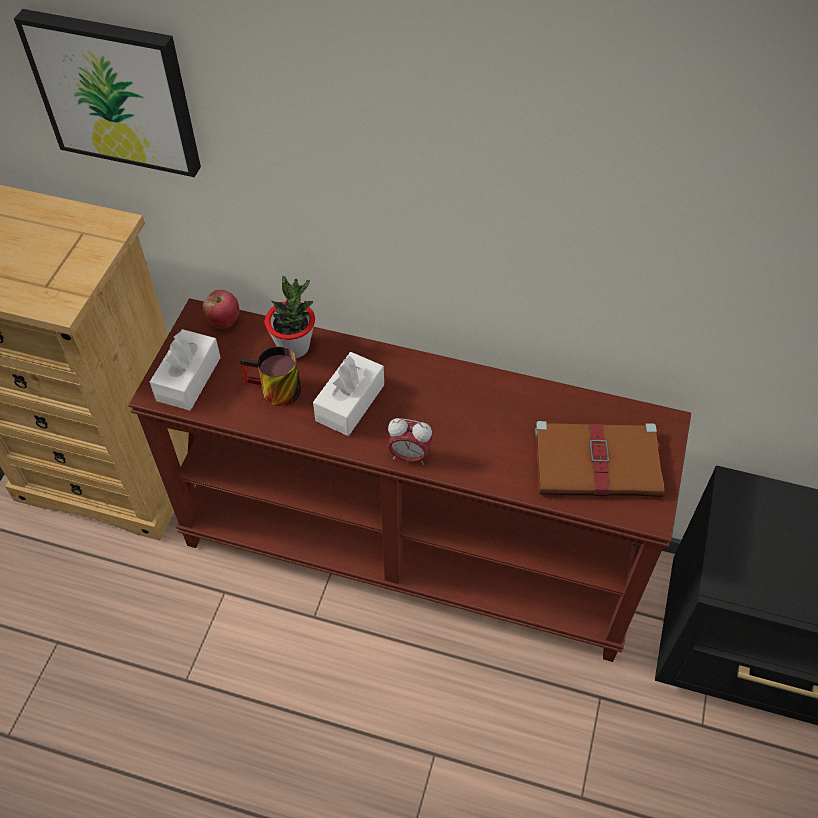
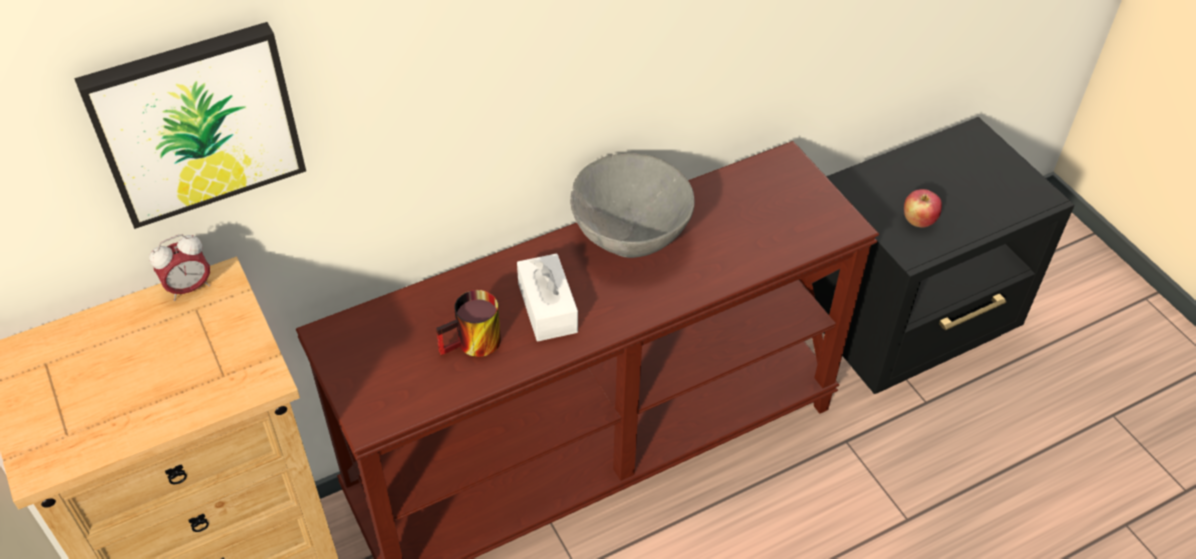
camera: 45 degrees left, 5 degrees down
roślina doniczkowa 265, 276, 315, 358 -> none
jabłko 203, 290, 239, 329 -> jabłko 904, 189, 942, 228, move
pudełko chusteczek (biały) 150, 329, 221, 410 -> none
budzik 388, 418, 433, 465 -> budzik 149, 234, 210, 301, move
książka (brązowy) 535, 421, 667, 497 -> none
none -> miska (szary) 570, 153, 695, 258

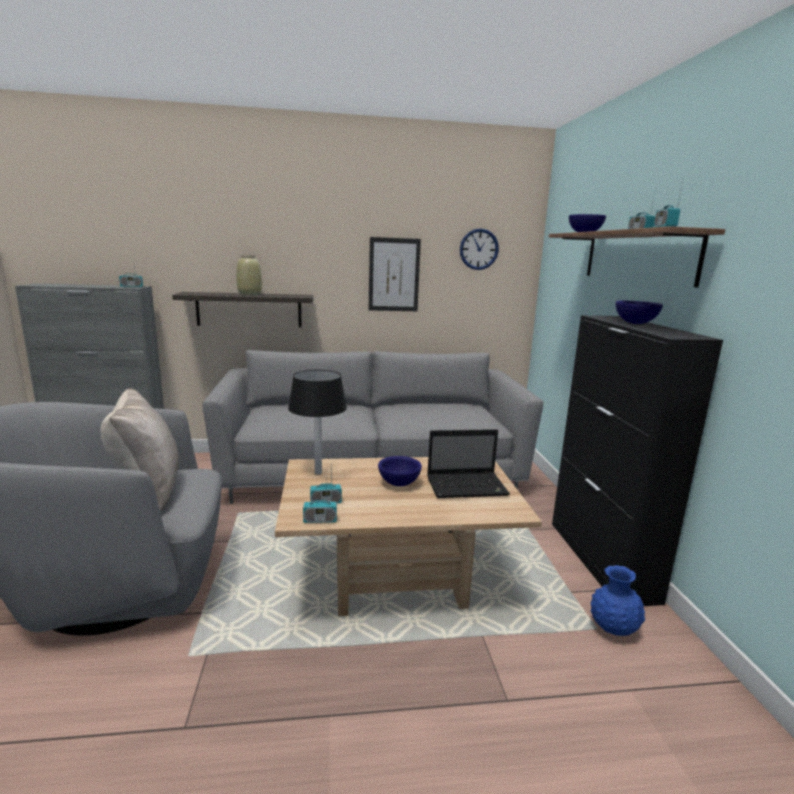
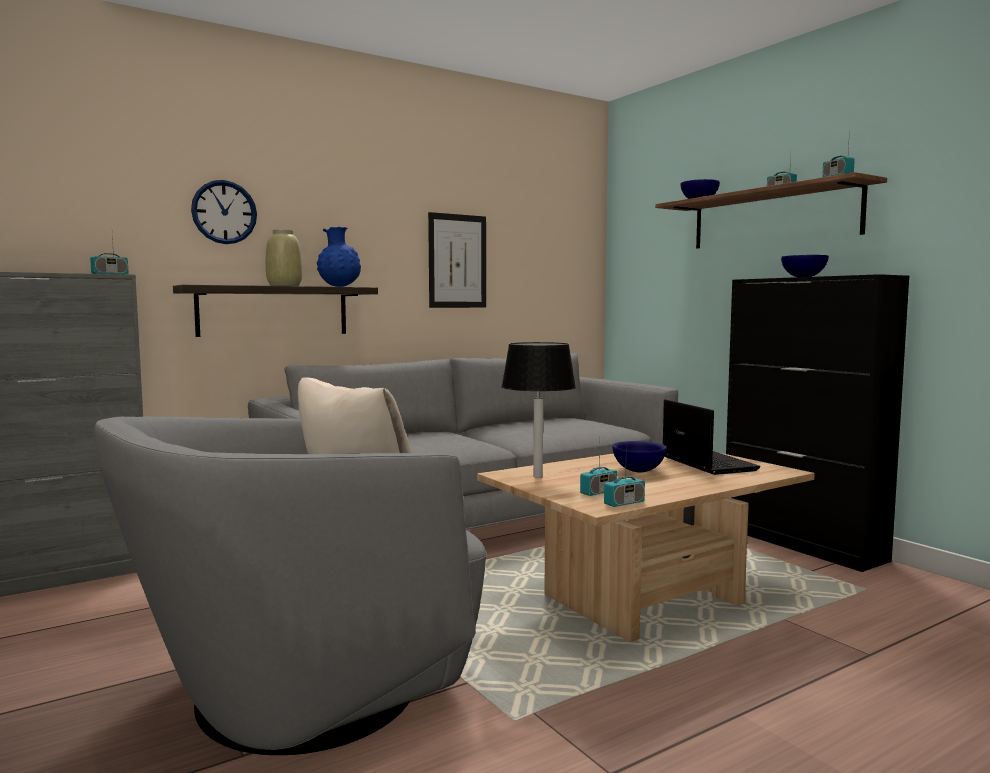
camera: 25 degrees left, 10 degrees down
zegar ścienny 460, 228, 499, 270 -> zegar ścienny 191, 180, 257, 244, move
laptop 427, 429, 510, 498 -> laptop 663, 399, 760, 475, 75 degrees counterclockwise
wazon (niebieski) 591, 565, 645, 636 -> wazon (niebieski) 317, 227, 361, 287, move

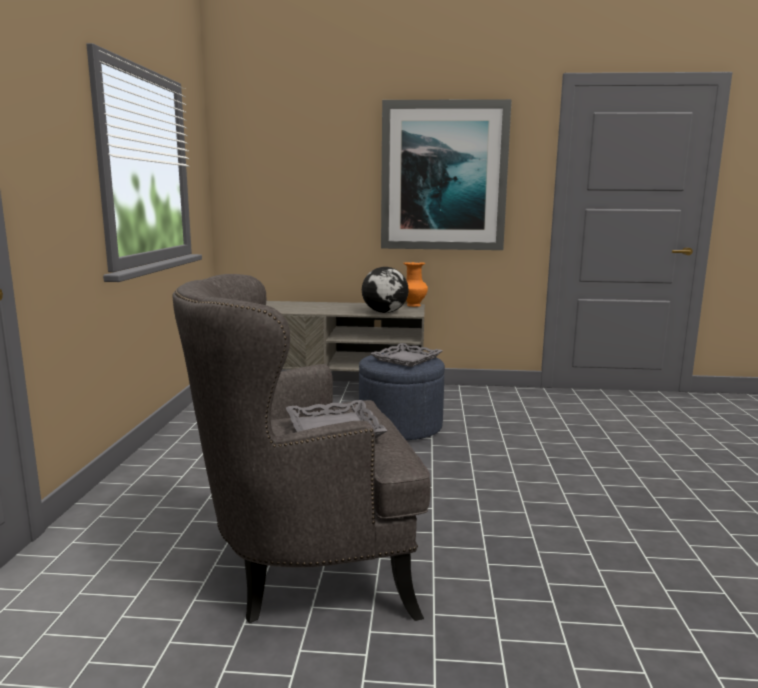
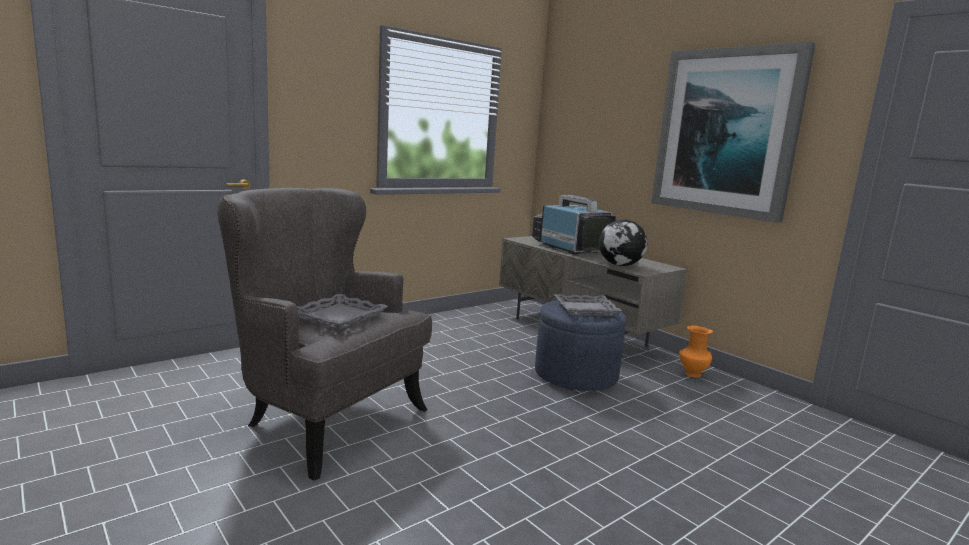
camera: 45 degrees right, 0 degrees up
wazon (pomarańczowy) 403, 262, 428, 307 -> wazon (pomarańczowy) 679, 325, 713, 378, move
none -> telewizor 532, 195, 616, 254

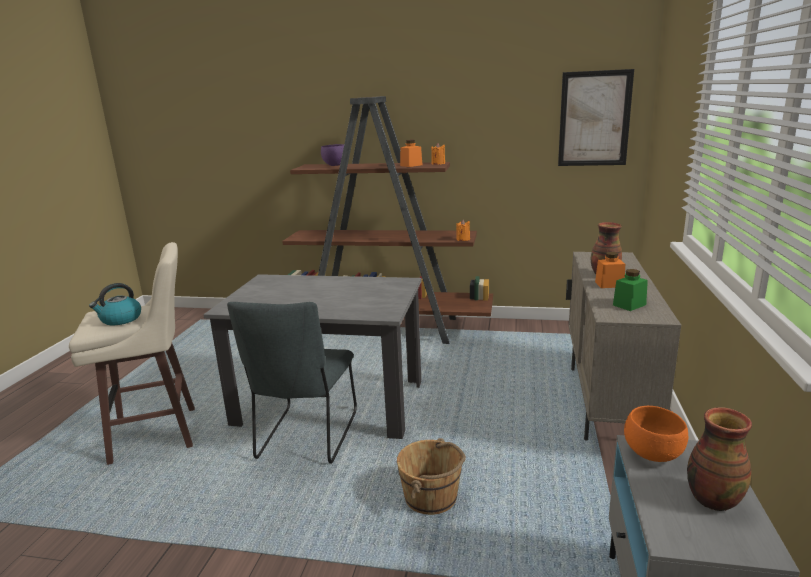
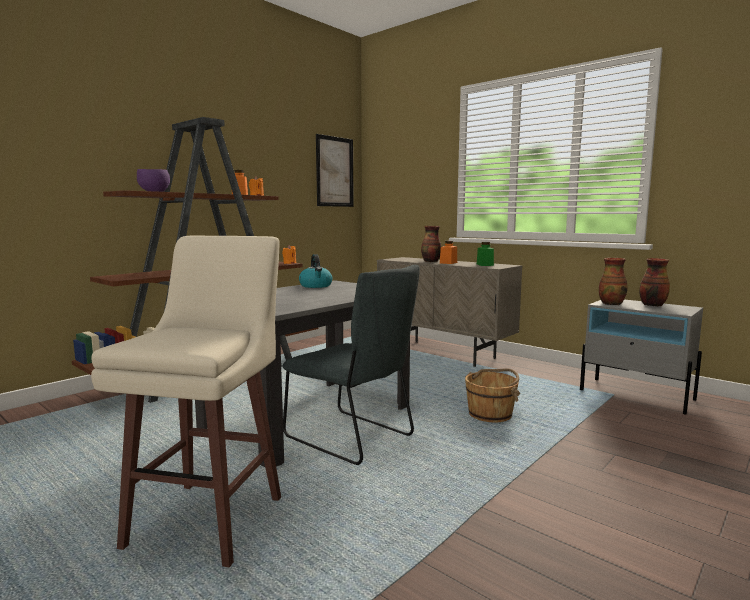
camera: 60 degrees left, 10 degrees down
czajnik 89, 283, 141, 325 -> czajnik 299, 254, 333, 288, move
miska (pomarańczowy) 624, 406, 688, 462 -> wazon 599, 258, 628, 305

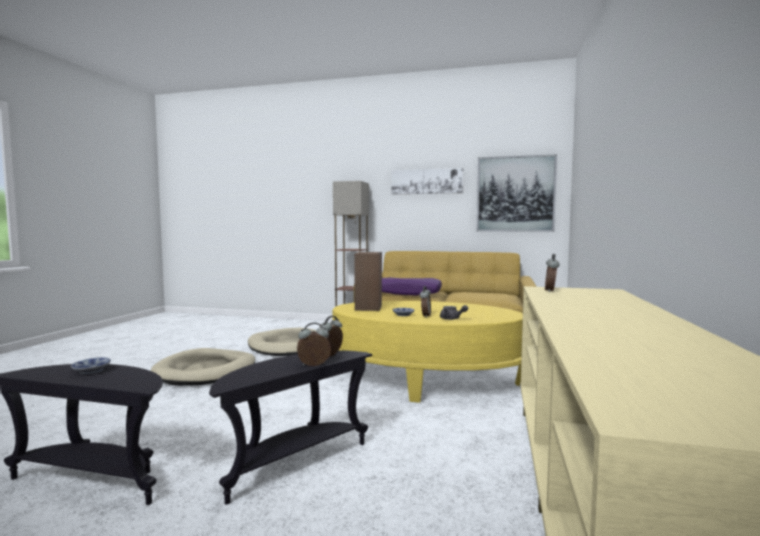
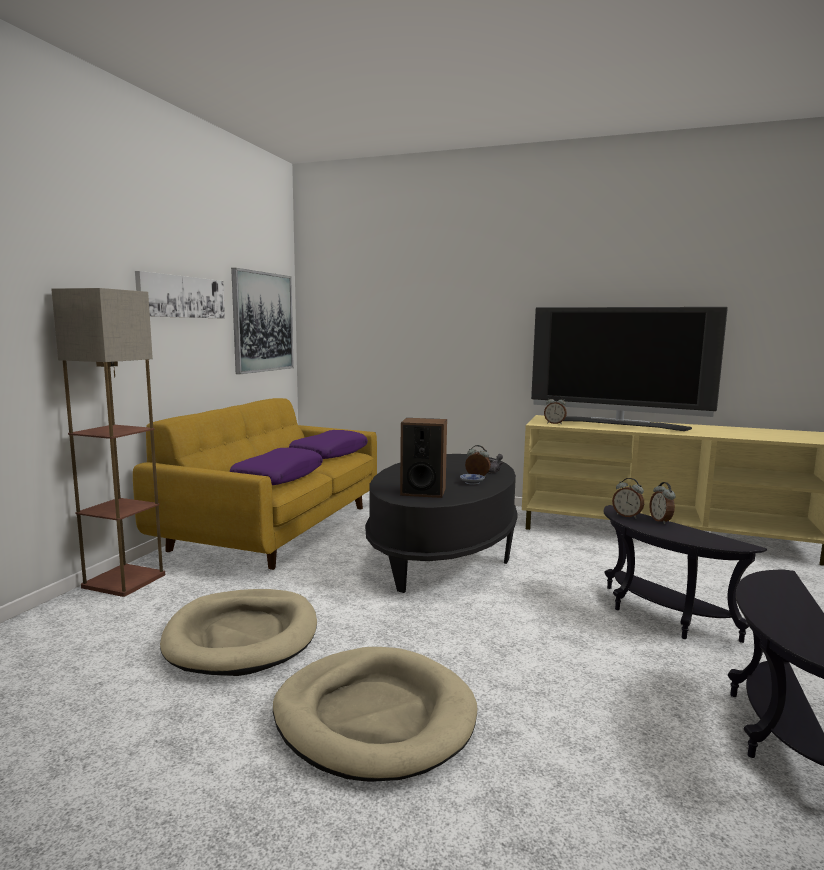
camera: 85 degrees left, 5 degrees up
ława (żółty) 333, 301, 523, 403 -> ława (czarny) 365, 454, 518, 593
miska 71, 357, 111, 374 -> none
none -> telewizor 531, 307, 728, 431
none -> poduszka (fioletowy) 289, 430, 368, 459

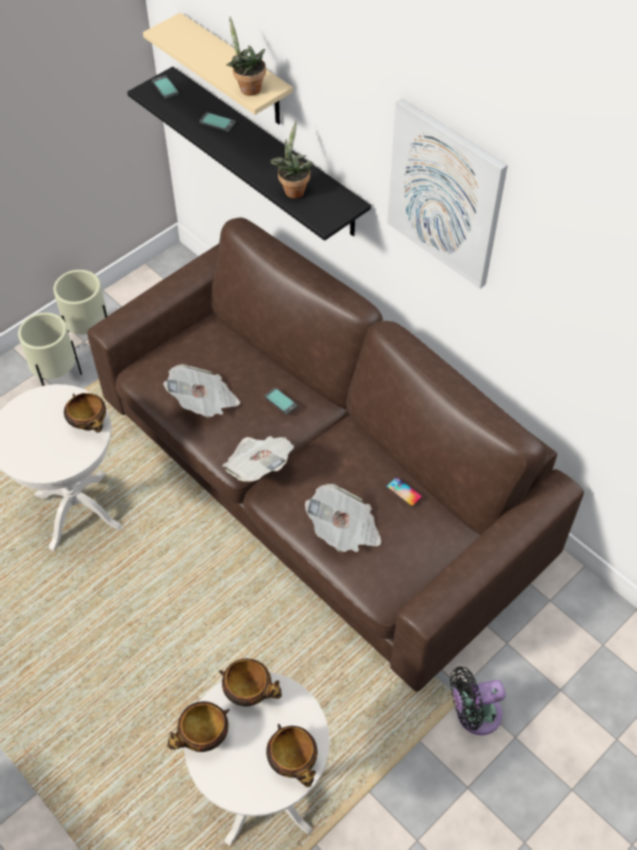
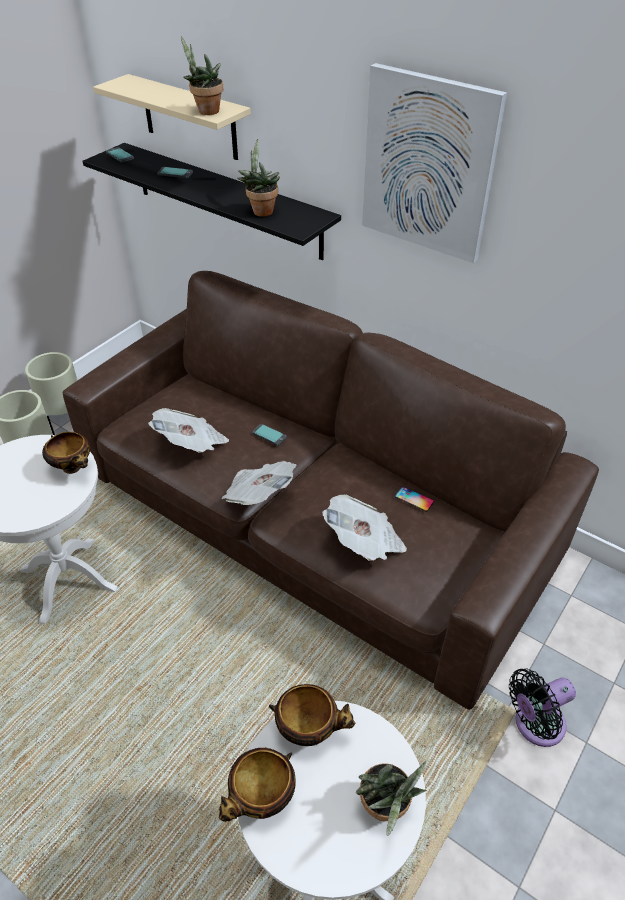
camera: 10 degrees left, 10 degrees down
miska 266, 724, 318, 787 -> roślina doniczkowa 356, 761, 427, 836

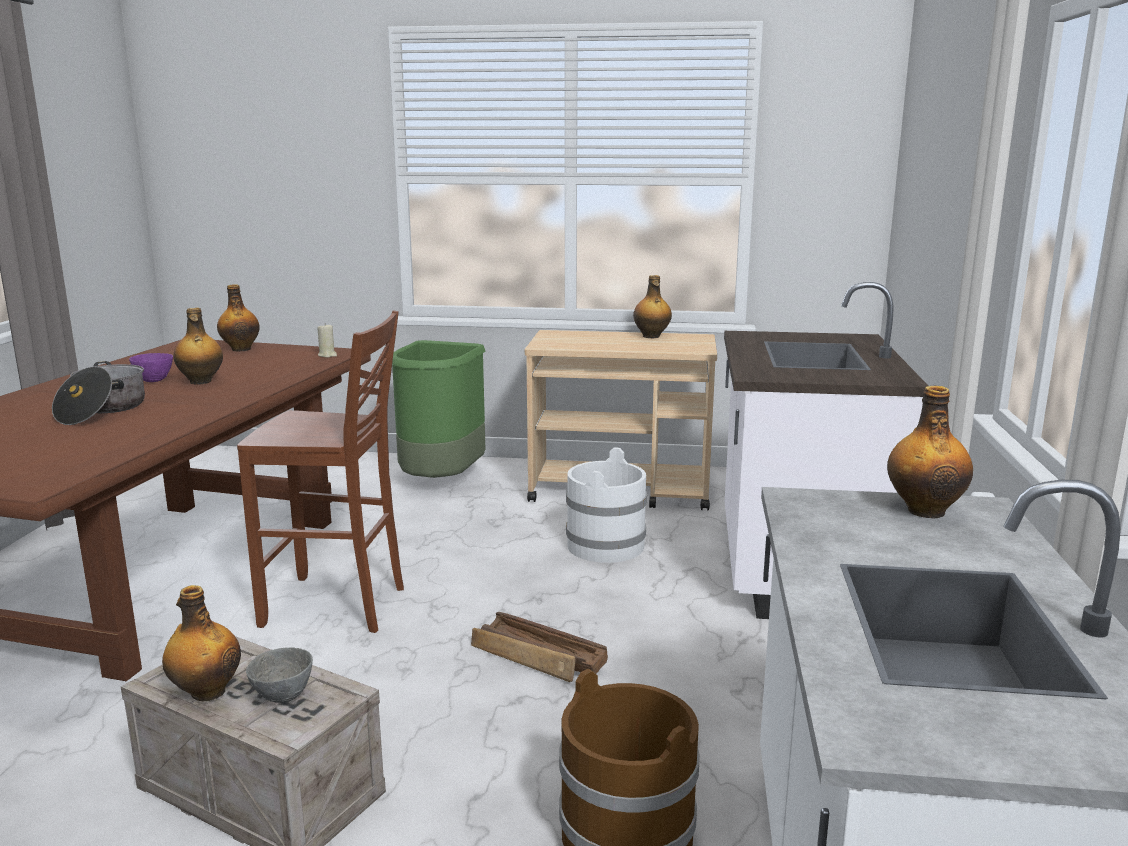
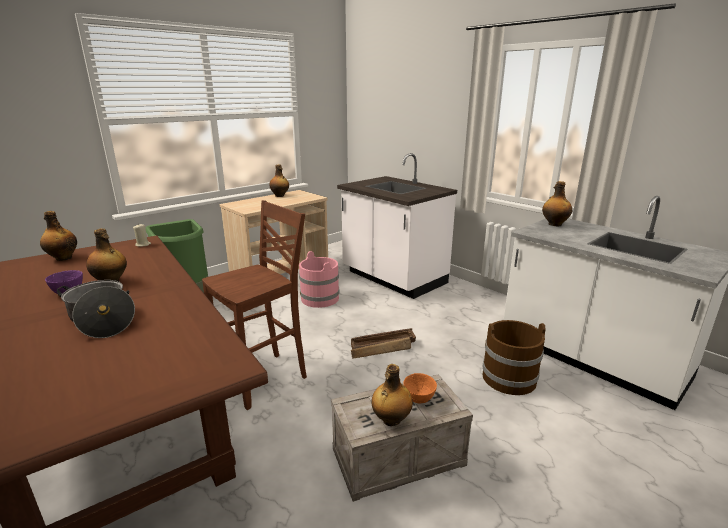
camera: 50 degrees left, 5 degrees up
wiadro (biały) 566, 447, 647, 563 -> wiadro (różowy) 299, 251, 339, 308
miska (szary) 246, 647, 313, 703 -> miska (pomarańczowy) 404, 373, 437, 403

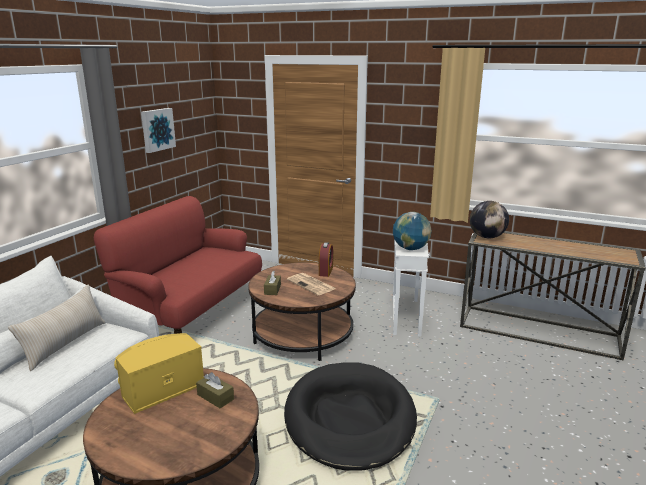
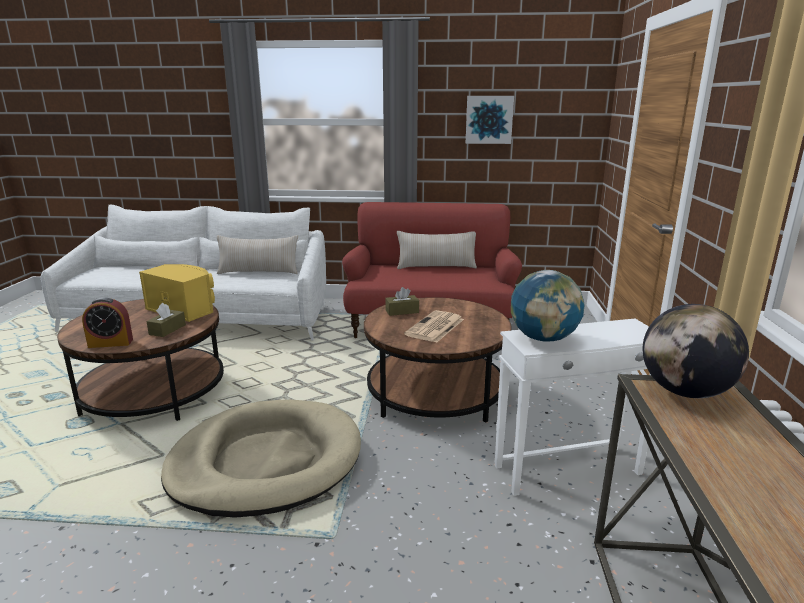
camera: 70 degrees right, 0 degrees up
budzik 319, 242, 333, 277 -> budzik 82, 297, 133, 348, move
legowisko (czarny) 284, 362, 417, 471 -> legowisko (beżowy) 161, 400, 361, 518
none -> poduszka (beżowy) 397, 231, 477, 269

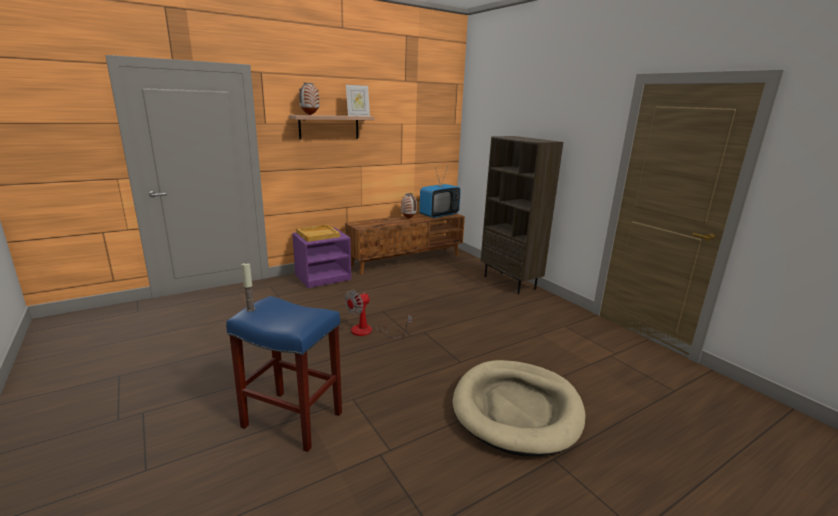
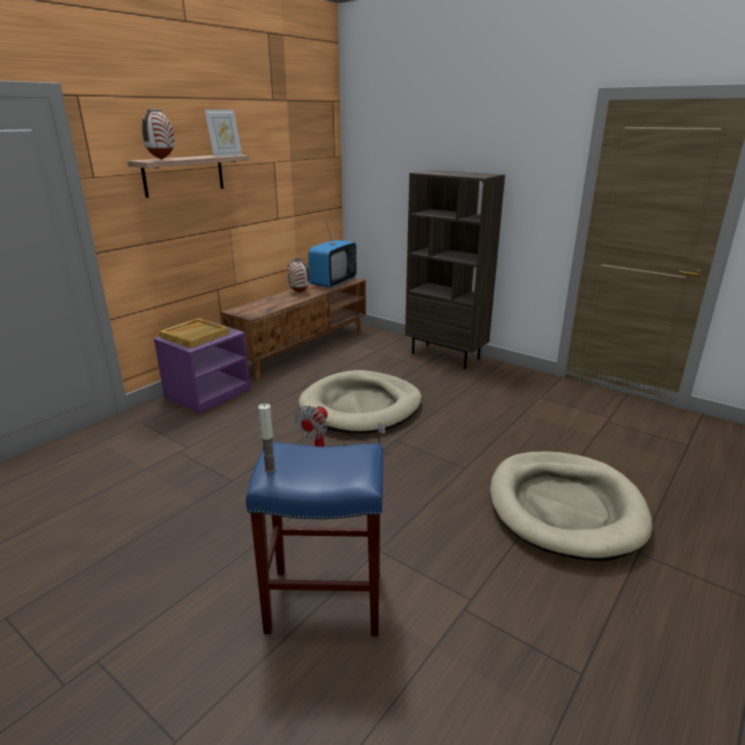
camera: 20 degrees left, 5 degrees up
none -> legowisko (beżowy) 298, 370, 422, 434

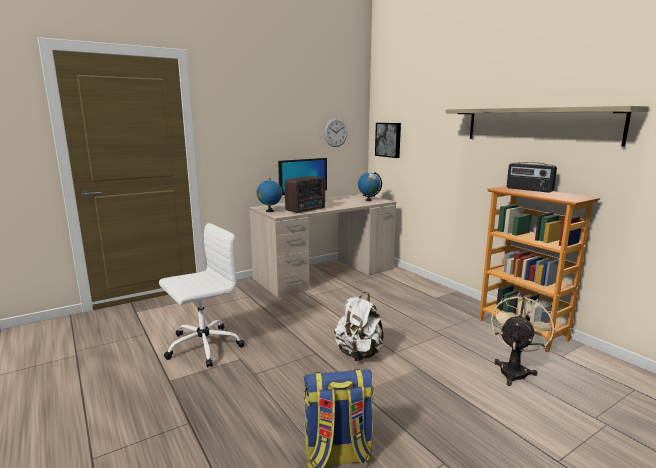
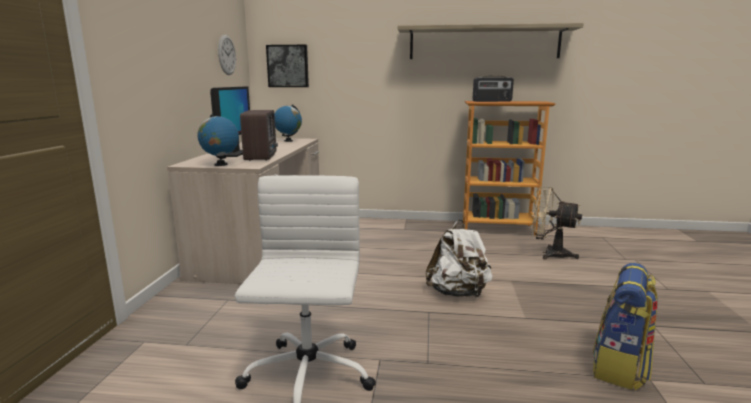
camera: 50 degrees left, 0 degrees up
wentylator (beżowy) 491, 293, 555, 386 -> wentylator (beżowy) 531, 187, 582, 260, 45 degrees counterclockwise

